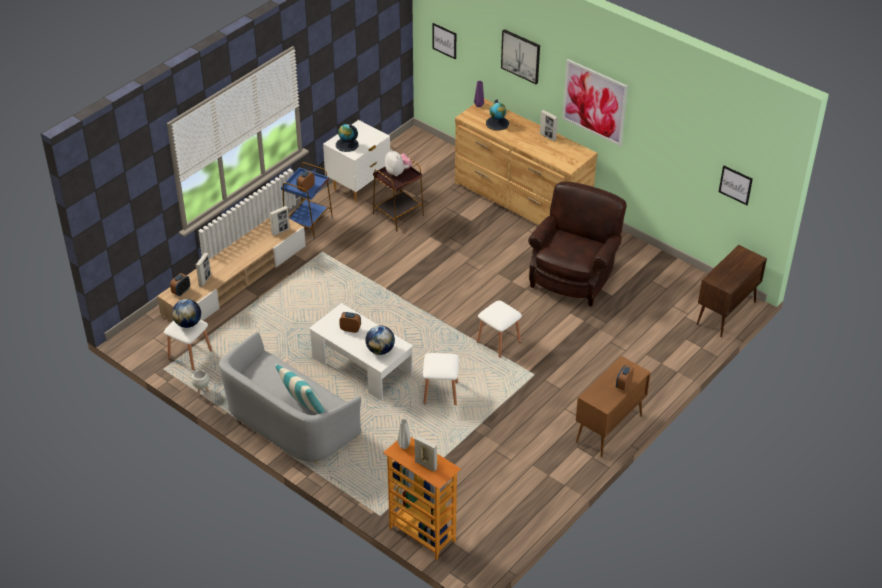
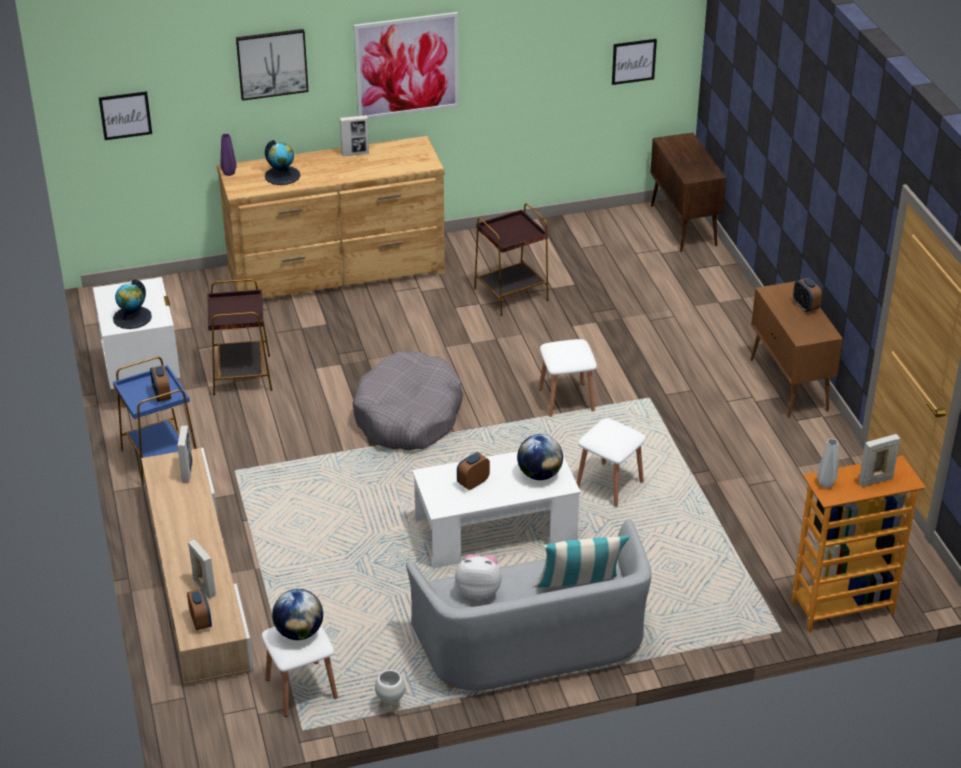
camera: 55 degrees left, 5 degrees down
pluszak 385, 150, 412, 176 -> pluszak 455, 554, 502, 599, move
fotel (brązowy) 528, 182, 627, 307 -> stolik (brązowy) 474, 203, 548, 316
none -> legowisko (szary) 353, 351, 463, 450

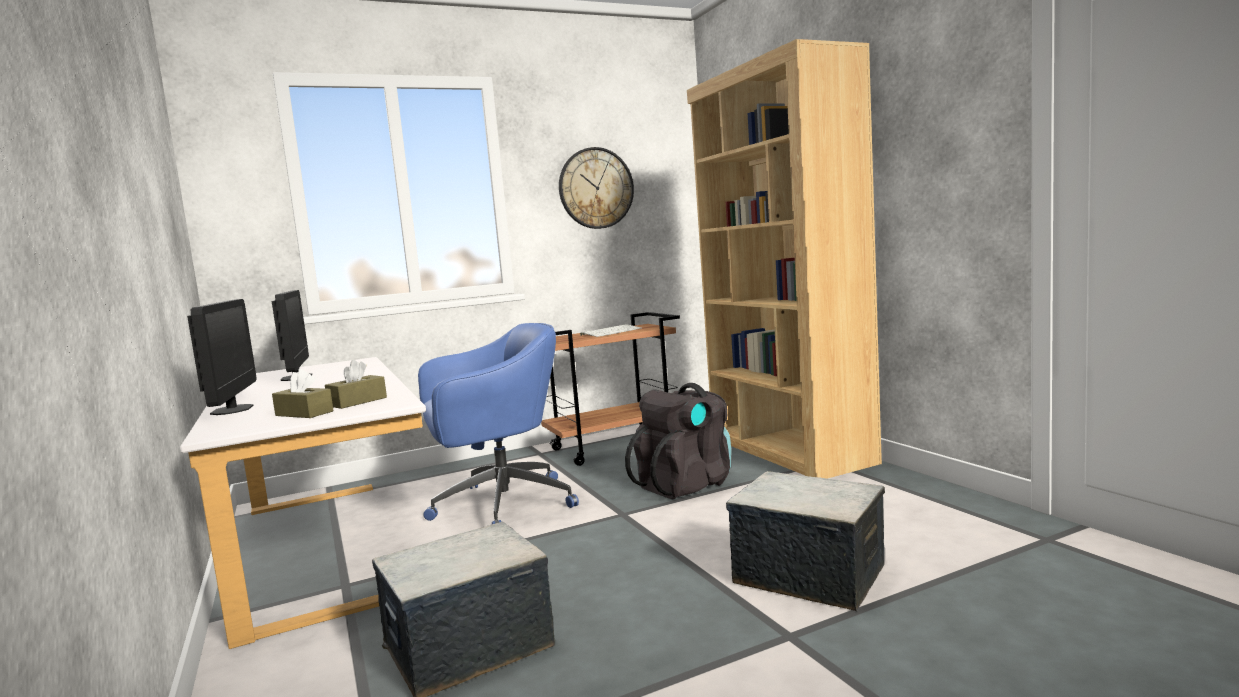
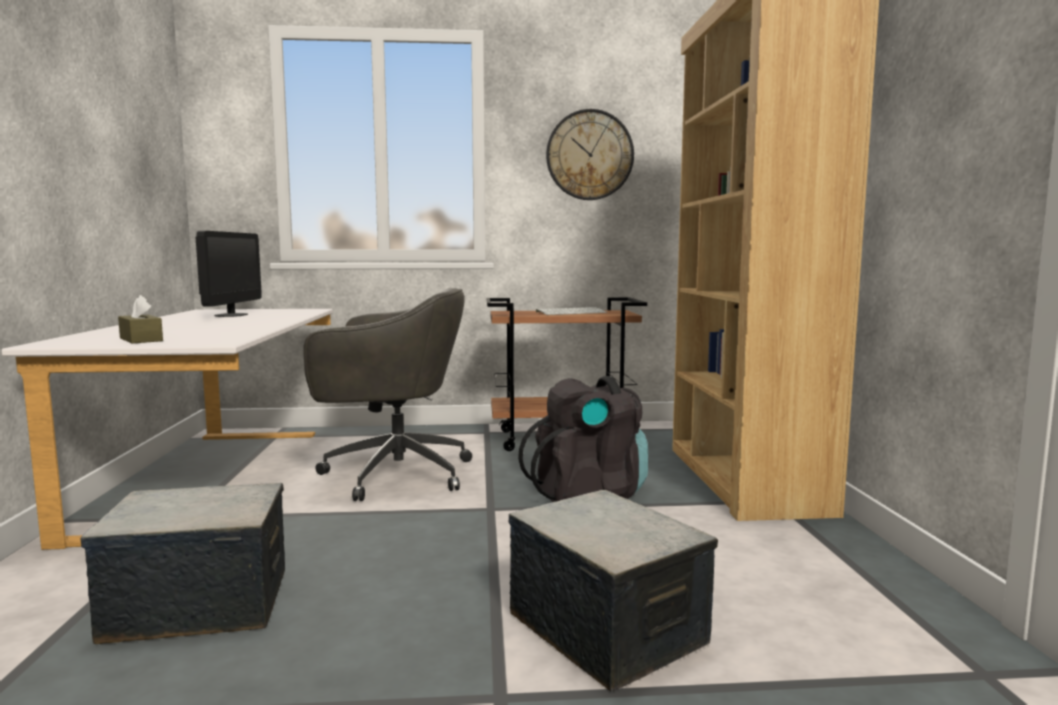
camera: 20 degrees right, 0 degrees up
monitor 187, 299, 256, 415 -> none
krzesło biurowe (niebieski) 418, 323, 579, 524 -> krzesło biurowe (szary) 303, 288, 472, 501
pudełko chusteczek (brązowy) 325, 360, 387, 409 -> none

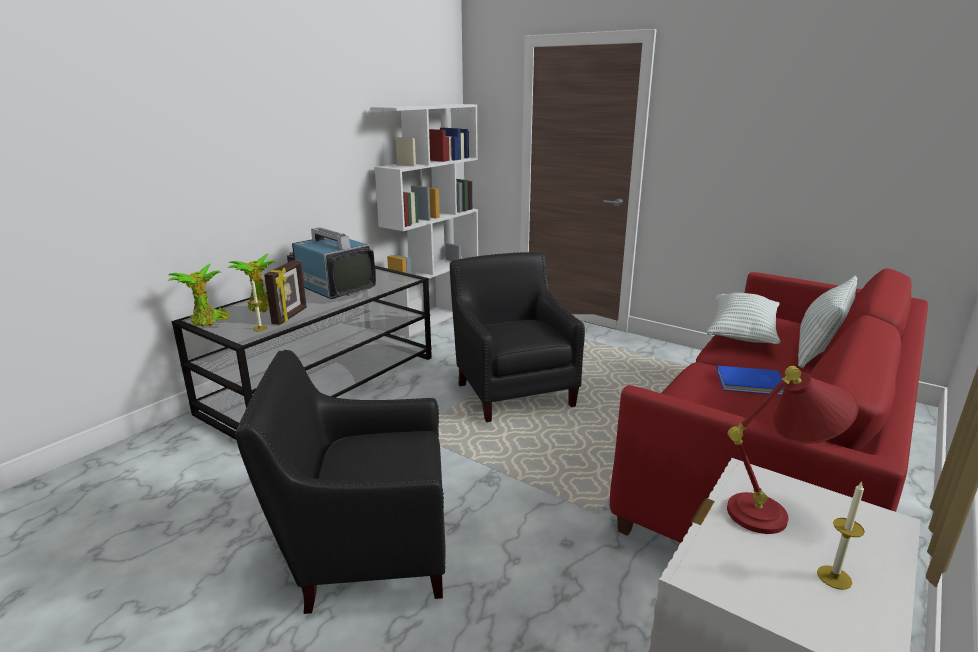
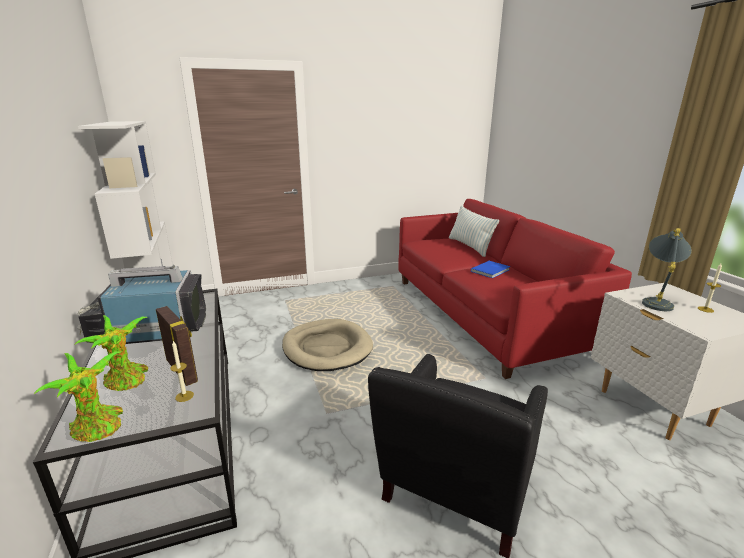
camera: 55 degrees left, 0 degrees up
fotel (czarny) 450, 252, 585, 422 -> legowisko (beżowy) 282, 319, 373, 371
poduszka 707, 293, 780, 344 -> none
lampa stołowa (czerwony) 727, 366, 858, 534 -> lampa stołowa (szary) 642, 228, 692, 311

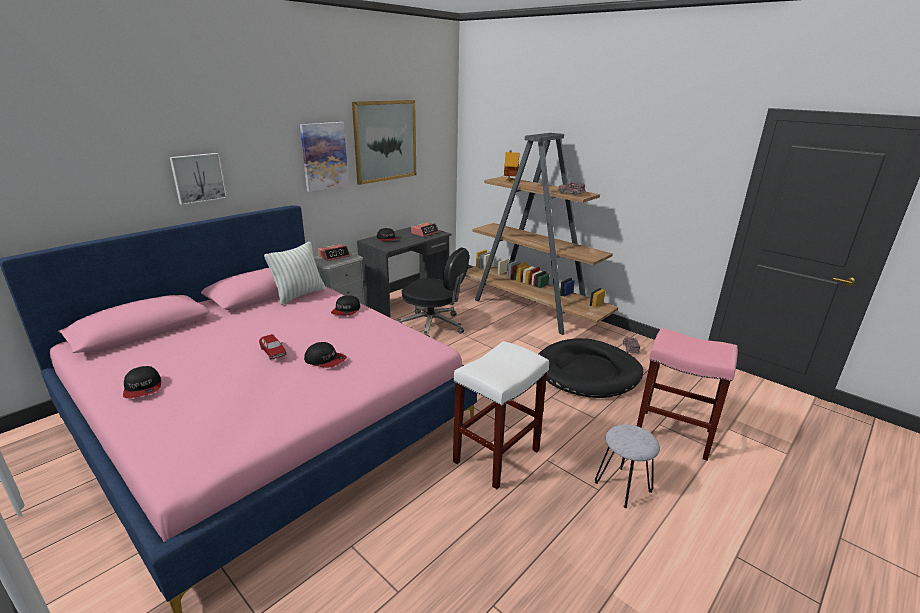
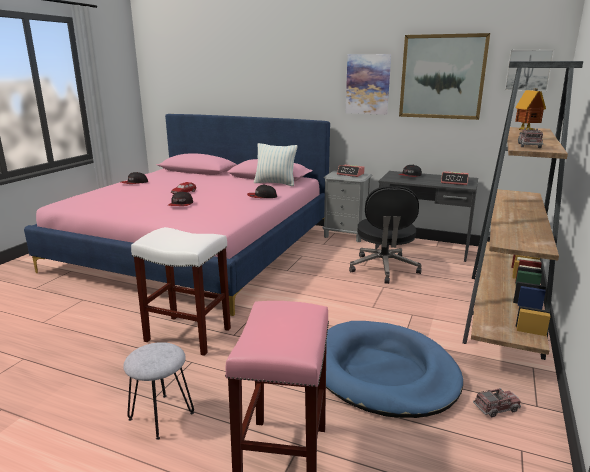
camera: 70 degrees right, 5 degrees down
obraz 169, 153, 227, 205 -> obraz 505, 49, 554, 92, move
legowisko (czarny) 538, 338, 643, 398 -> legowisko (niebieski) 326, 321, 463, 418

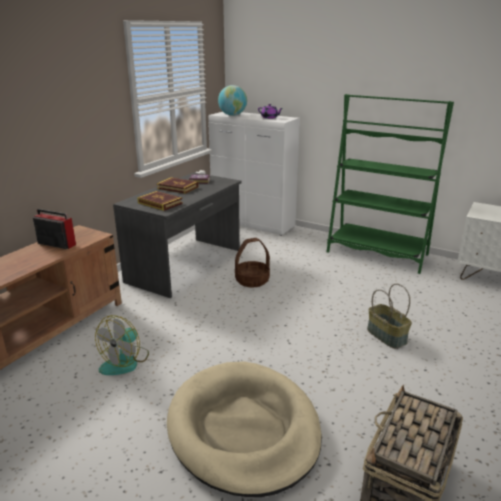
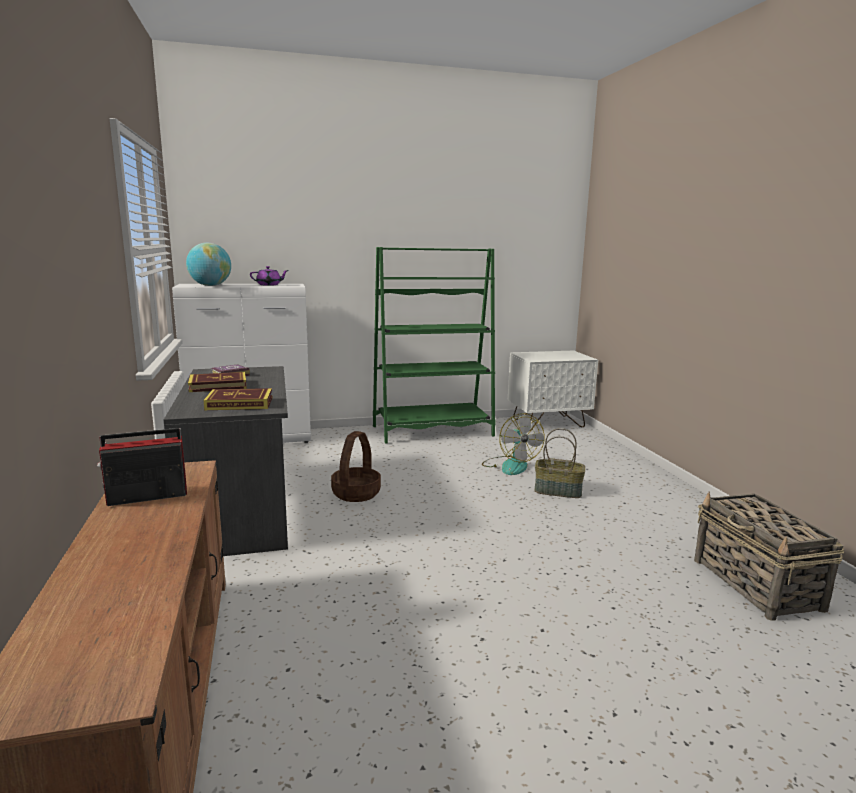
camera: 45 degrees left, 10 degrees down
wentylator 95, 315, 149, 375 -> wentylator 482, 413, 544, 475, move
legowisko (beżowy) 167, 361, 322, 497 -> none

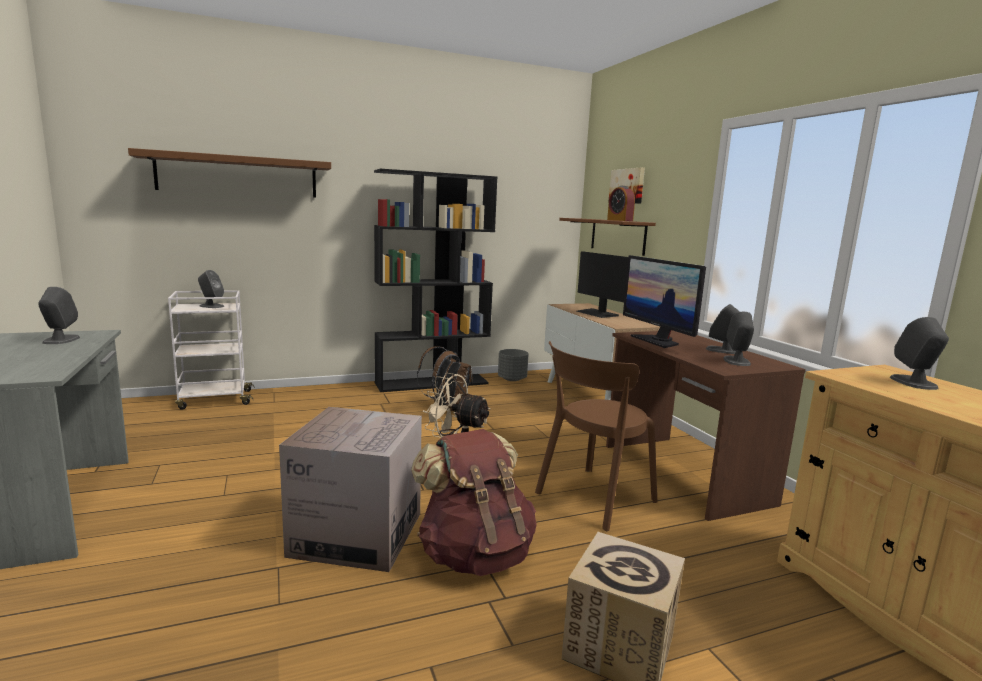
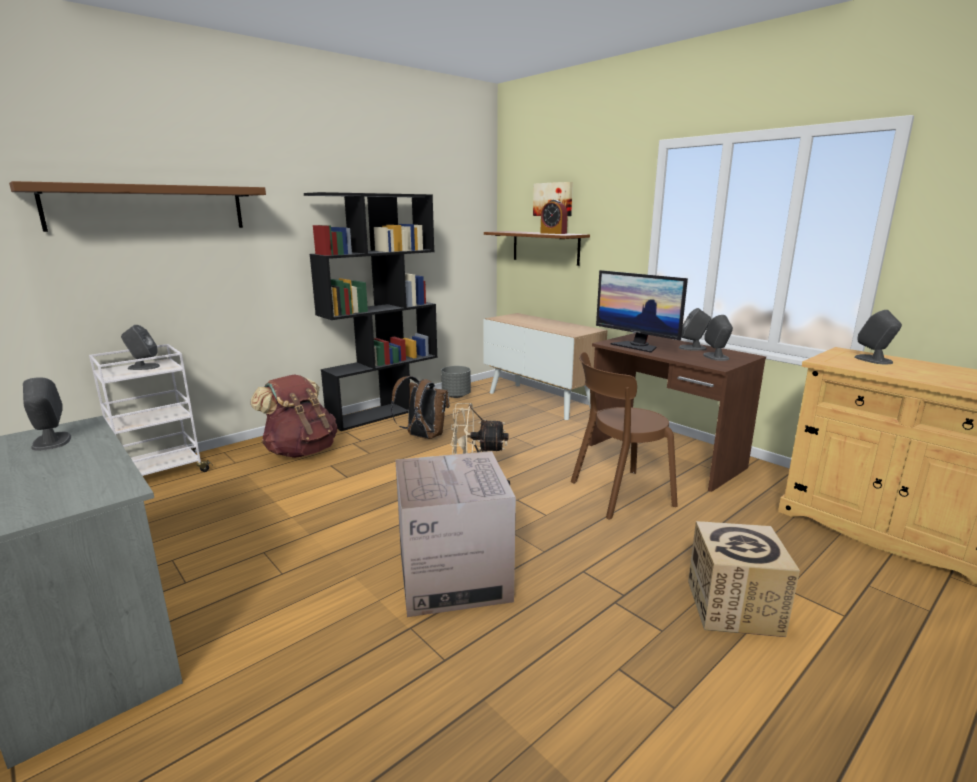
camera: 20 degrees left, 5 degrees up
monitor 576, 251, 628, 318 -> none
krzesło (brązowy) 535, 341, 657, 531 -> krzesło (brązowy) 571, 352, 678, 520, 45 degrees clockwise
plecak (brązowy) 411, 429, 537, 576 -> plecak (brązowy) 250, 374, 337, 458, move

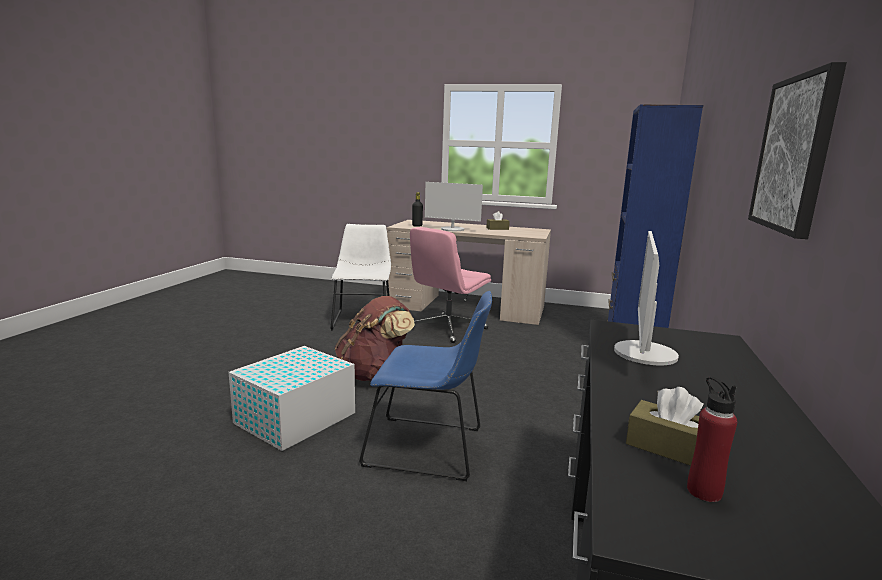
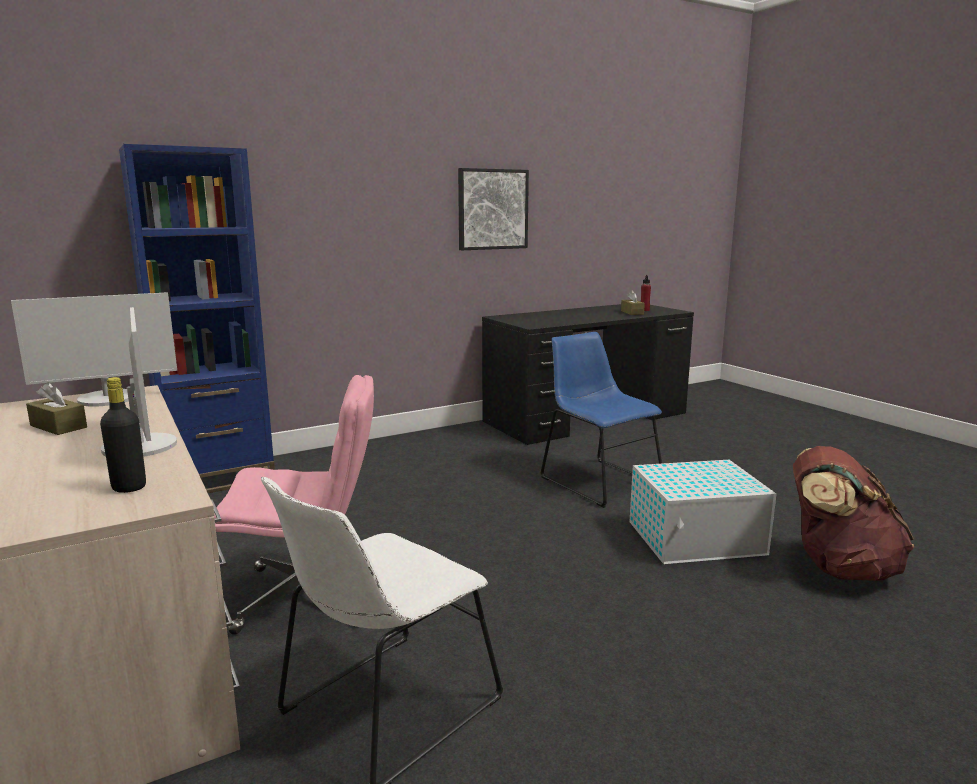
camera: 135 degrees left, 0 degrees up
monitor 614, 231, 679, 365 -> monitor 11, 292, 177, 407, move
plecak (brązowy) 335, 296, 415, 381 -> plecak (brązowy) 793, 446, 914, 581, move

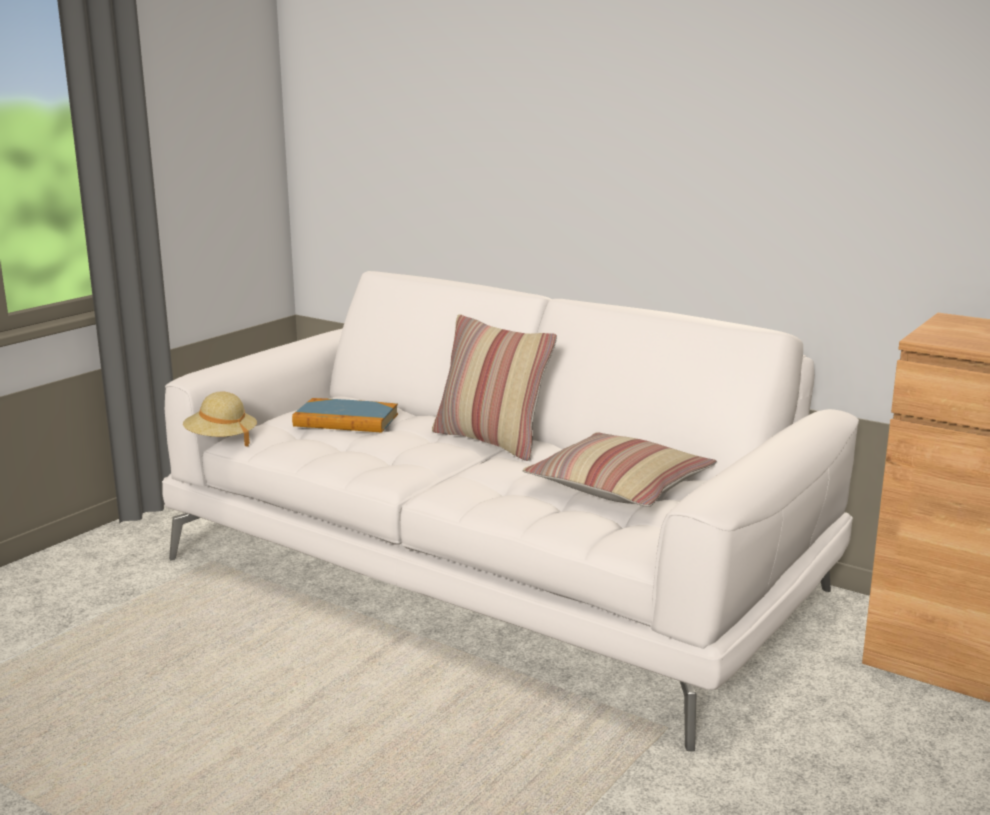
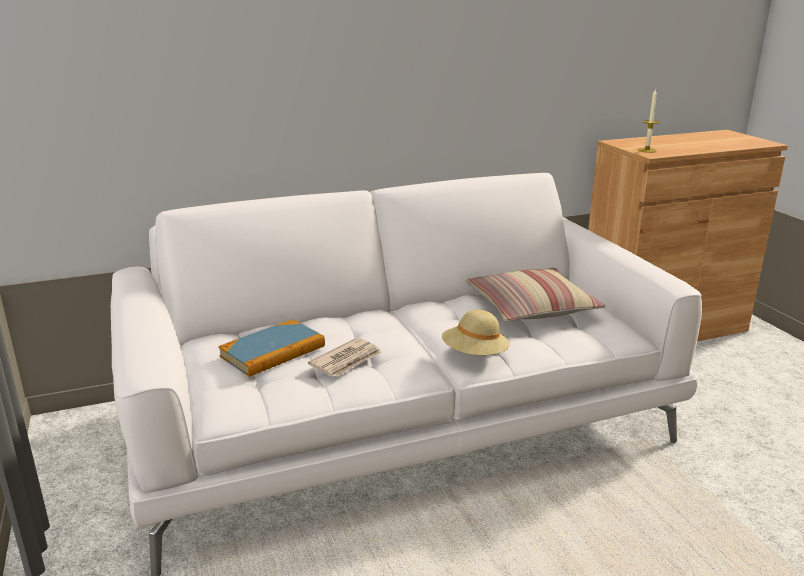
camera: 55 degrees left, 5 degrees up
poduszka 432, 314, 557, 461 -> none
kapelusz (beżowy) 183, 392, 257, 447 -> kapelusz (beżowy) 442, 310, 510, 355, move
none -> świeca 638, 89, 660, 153
none -> gazeta 308, 338, 382, 377

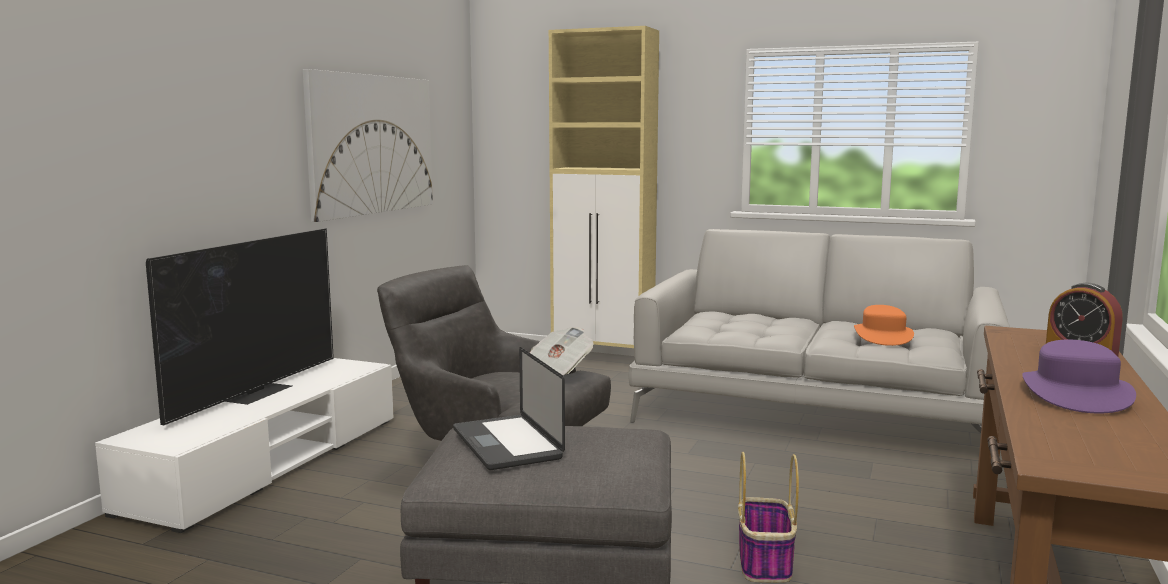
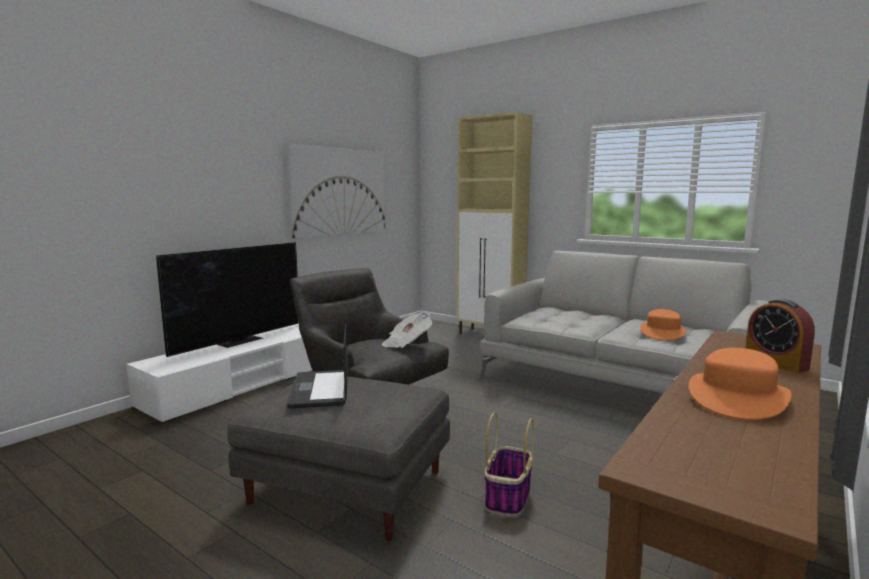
camera: 15 degrees right, 0 degrees up
kapelusz (fioletowy) 1022, 340, 1136, 413 -> kapelusz (pomarańczowy) 689, 348, 791, 420

